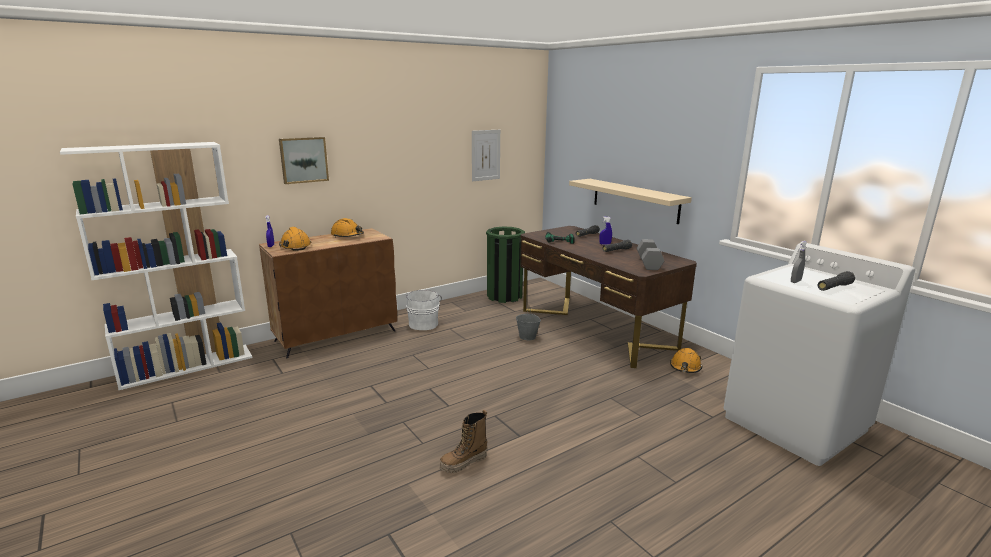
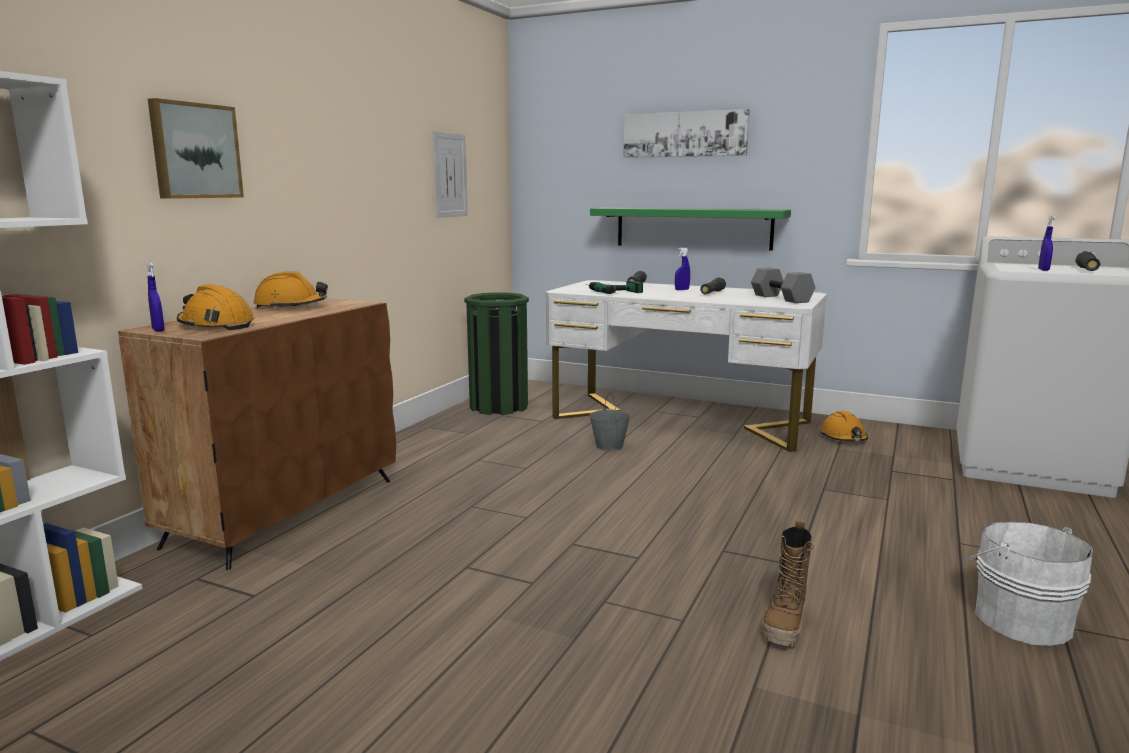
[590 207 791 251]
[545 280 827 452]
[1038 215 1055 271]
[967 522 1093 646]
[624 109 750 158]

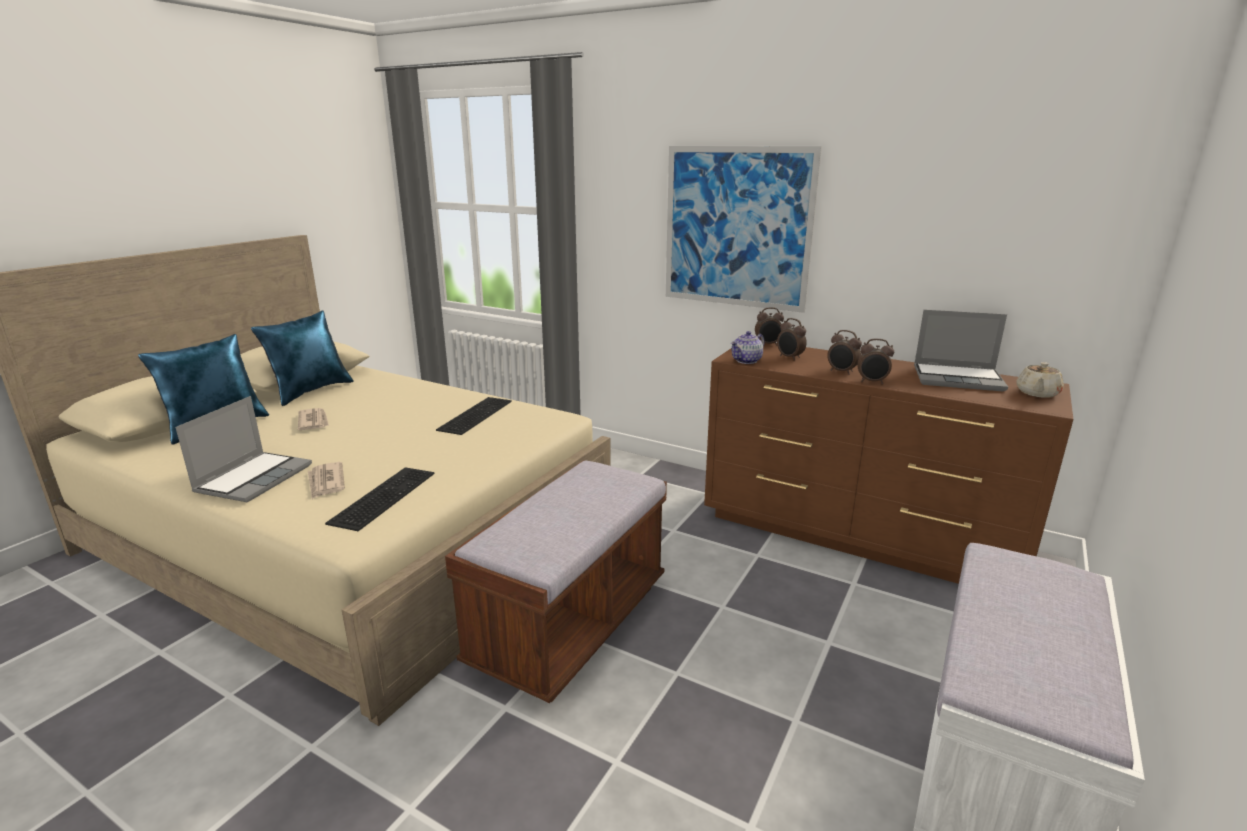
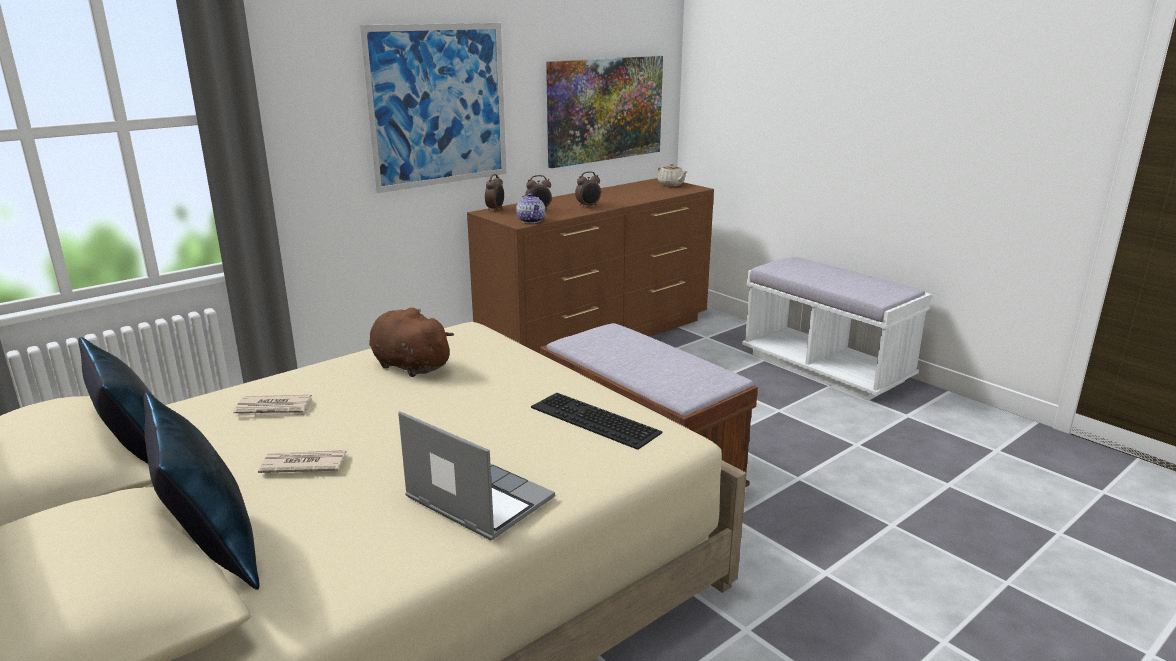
[914 310 1008 391] (first image)
[857 339 894 384] (first image)
[369 307 454 377]
[233 395 312 417]
[546 56 663 168]

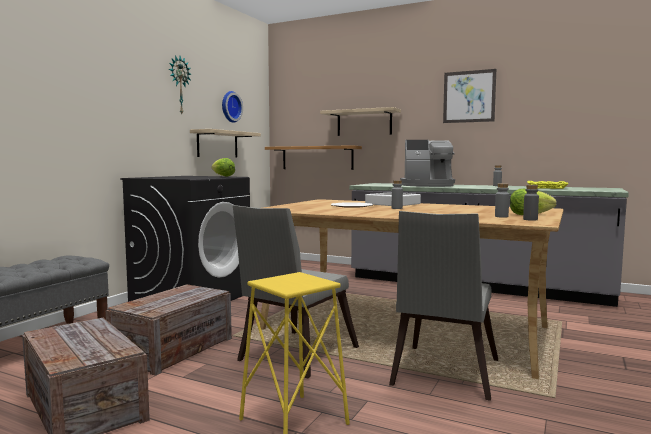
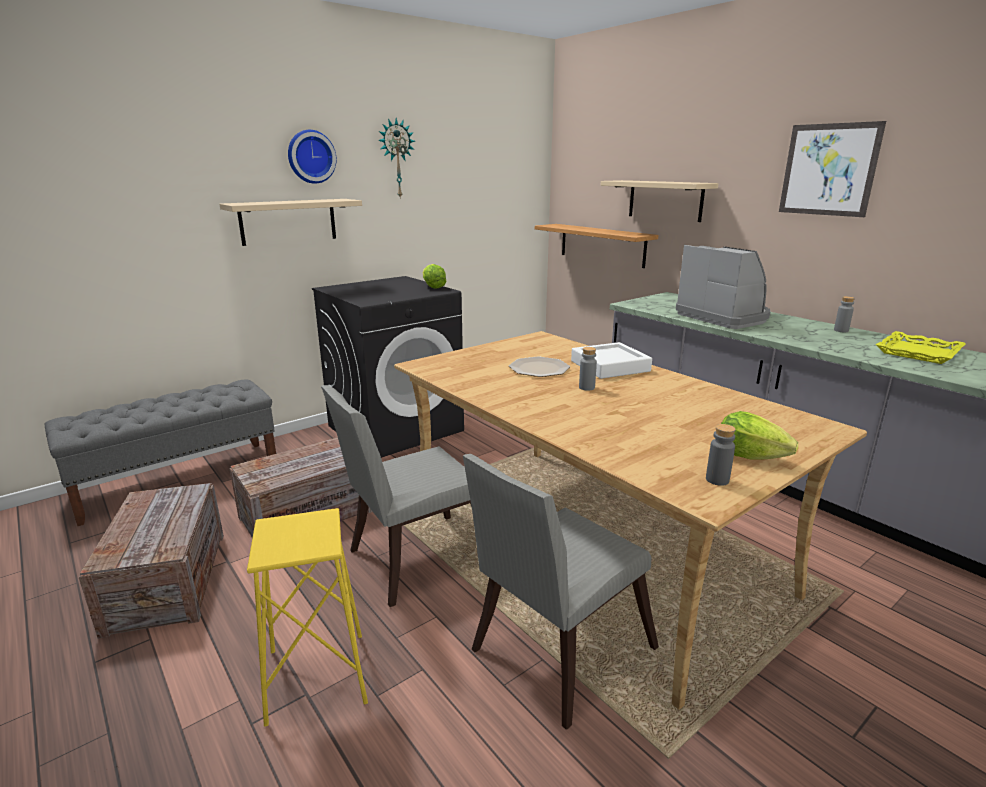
[288 130 337 184]
[220 199 362 246]
[676 245 771 329]
[495 184 509 218] (first image)

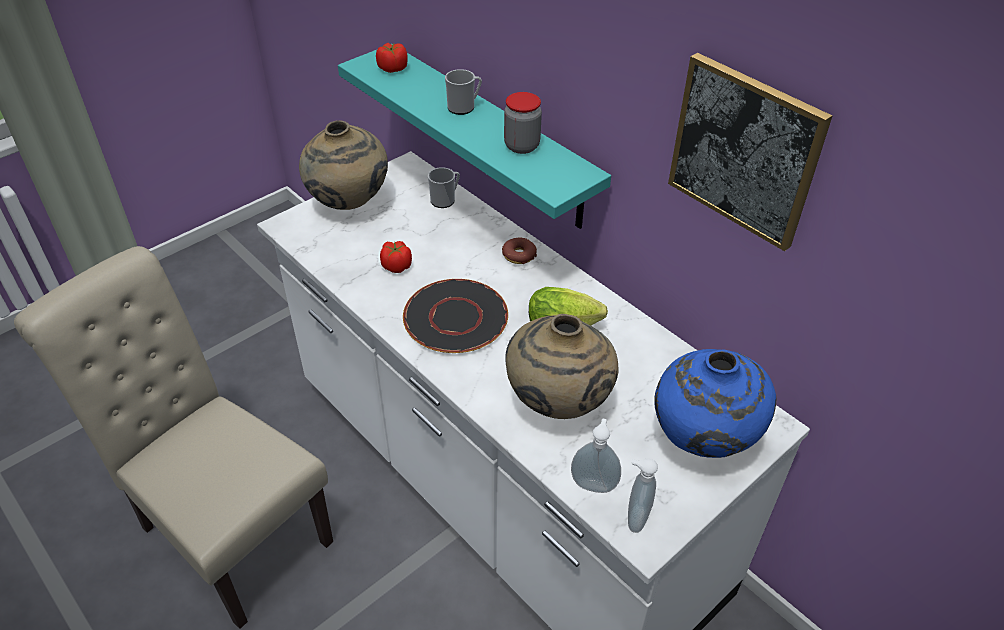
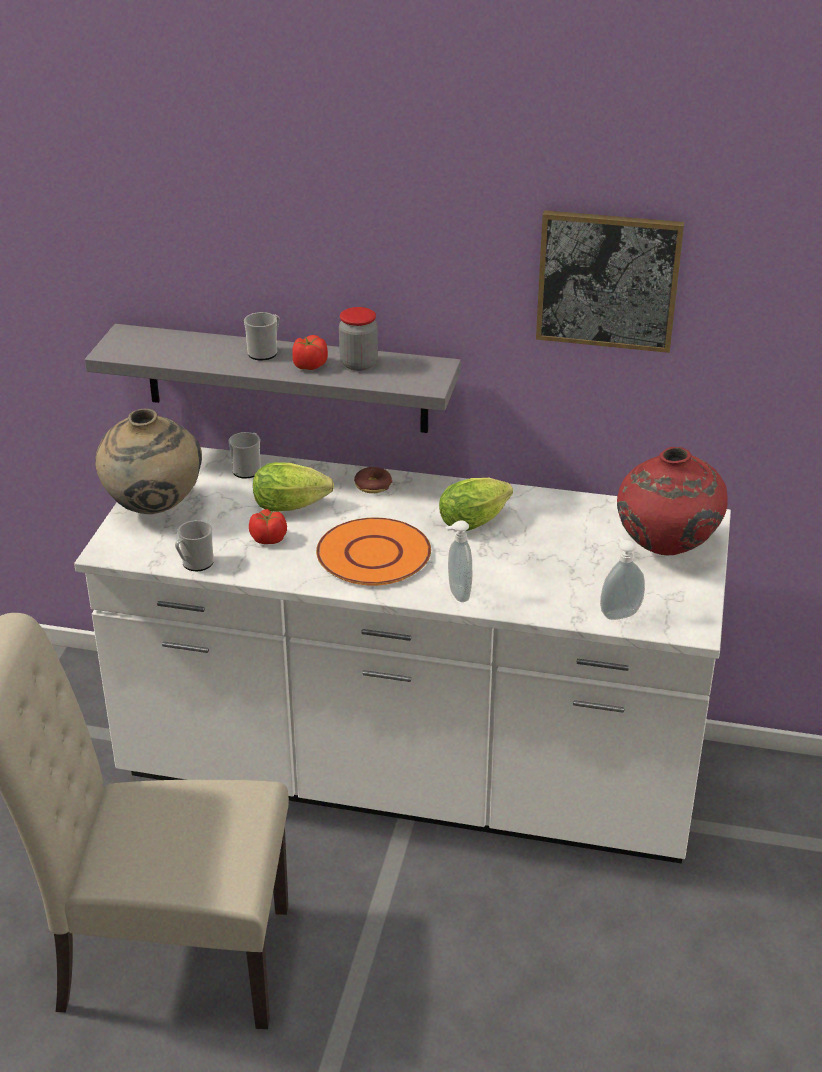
[292 335 328 370]
[85 324 461 433]
[316 518 431 586]
[505 314 618 419] (first image)
[617 447 728 555]
[446 520 472 602]
[253 462 334 511]
[175 520 214 571]

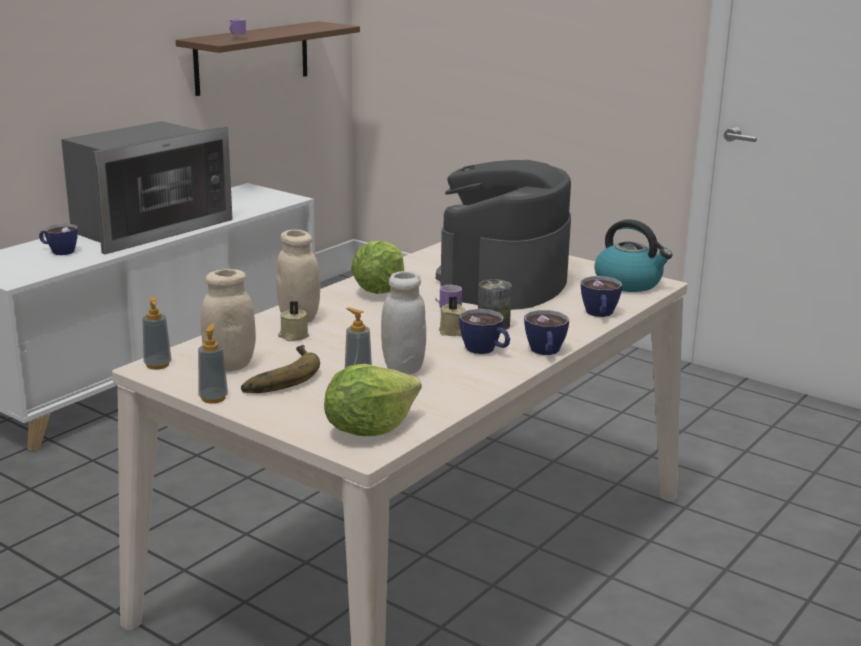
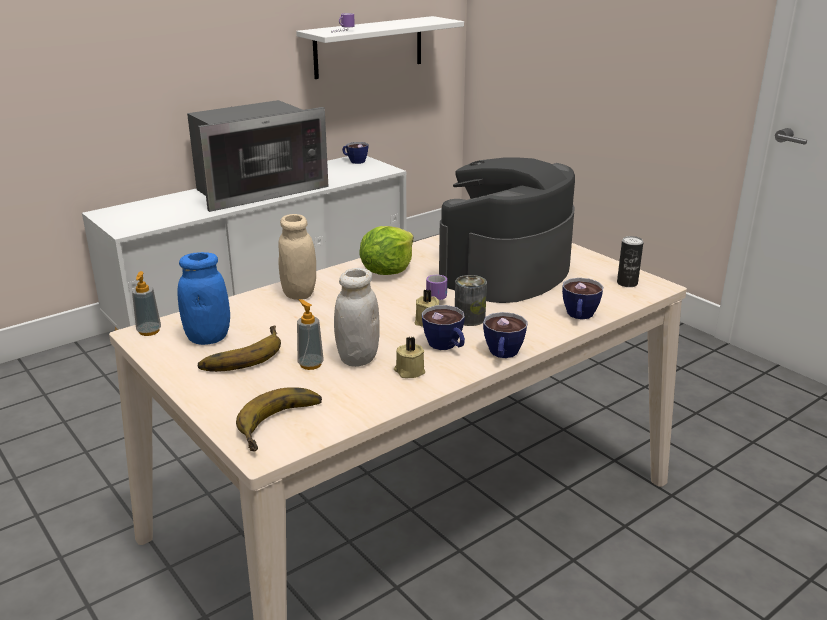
[296 16 464 79]
[617 236 643 287]
[342 142 368 164]
[177 252 230 345]
[394 337 425 378]
[198 323 228 404] (first image)
[236 387 322 451]

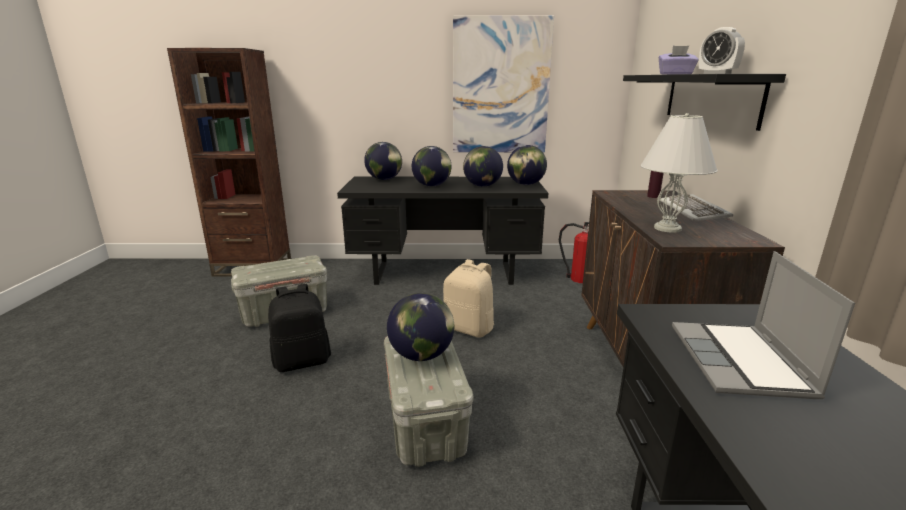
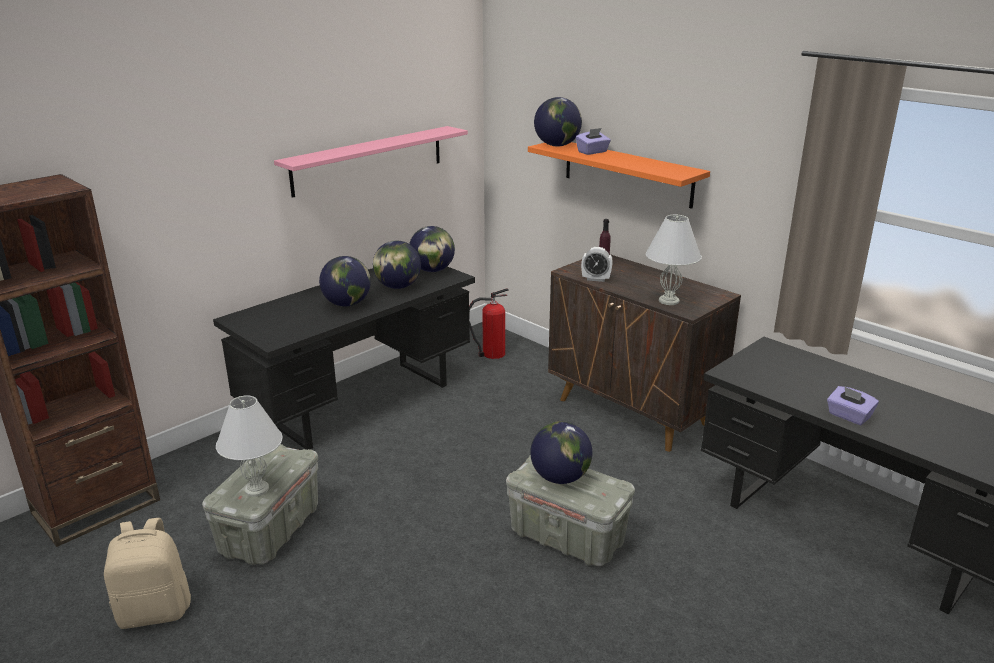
[274 126 468 198]
[581 247 613 282]
[528 142 710 209]
[534 97 582 147]
[659 194 733 221] (first image)
[672 251 855 399] (first image)
[104 518 191 629]
[268 284 331 372] (first image)
[827 386 879 425]
[216 395 282 497]

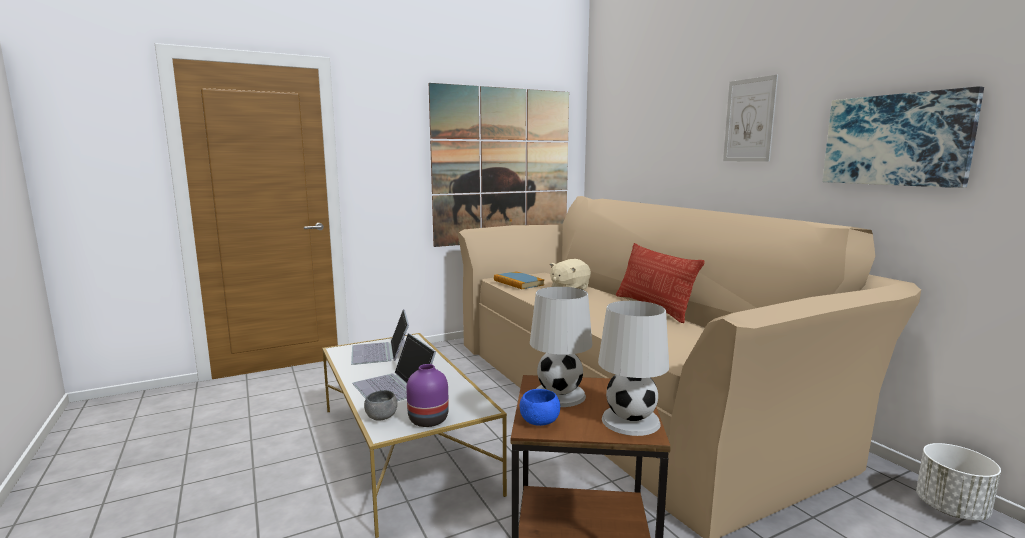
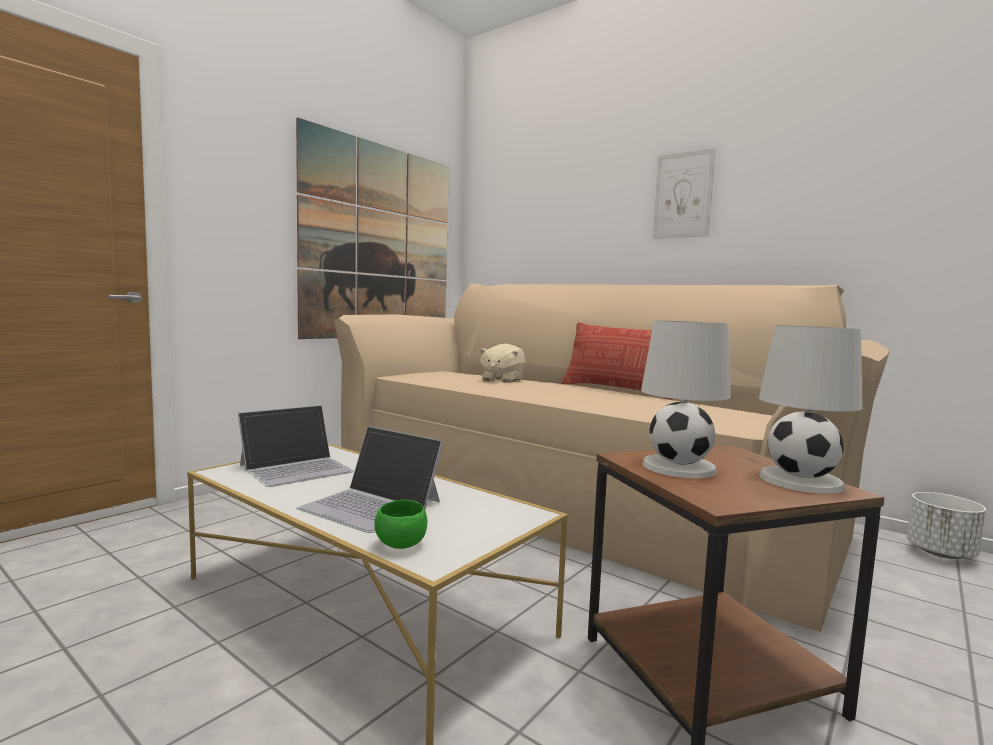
[822 86 984 188] (first image)
[494 272 544 289] (first image)
[238 405 354 487]
[406 364 449 427] (first image)
[520 389 560 426] (first image)
[374 500 428 549]

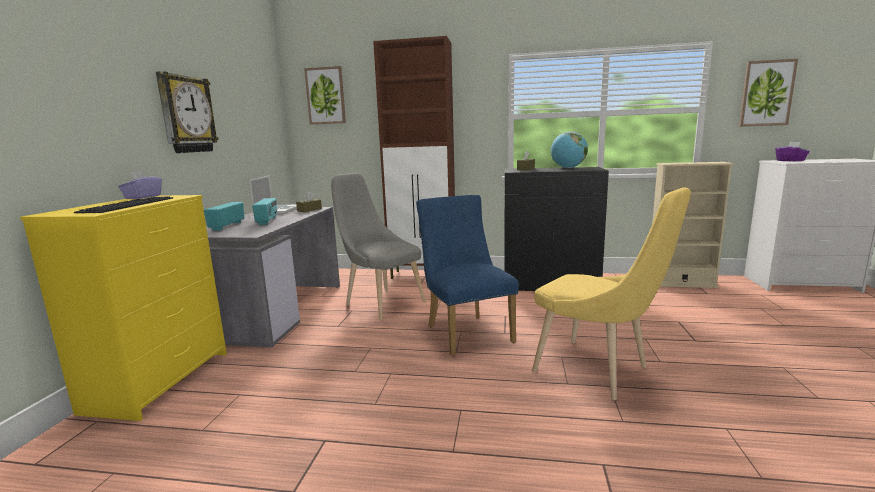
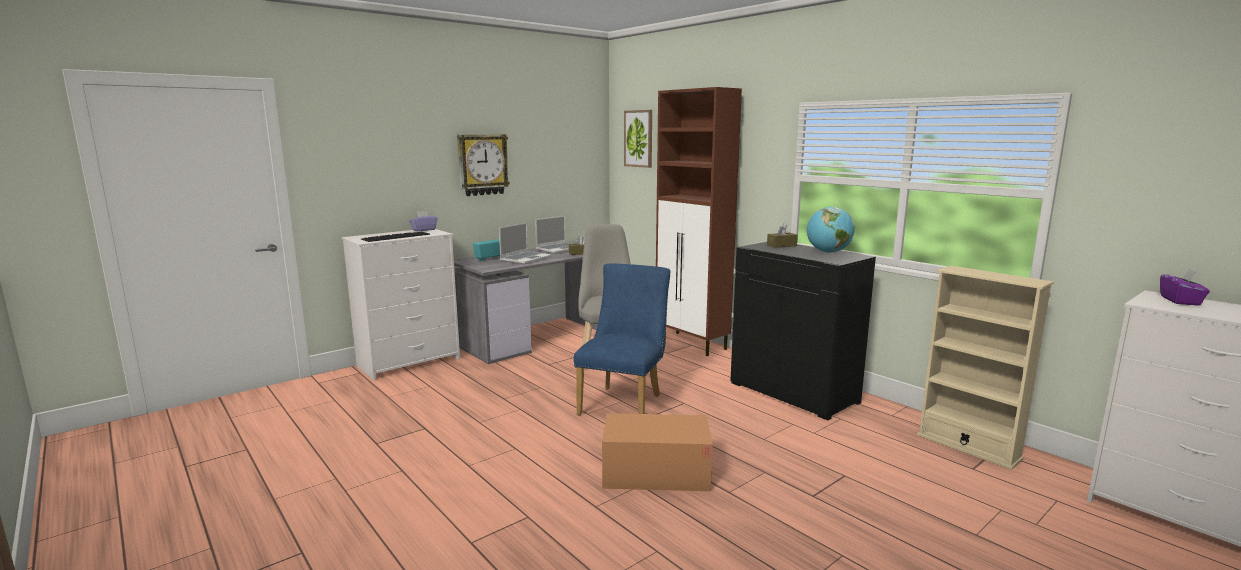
[739 59 798 127] (first image)
[602 413 713 491]
[342 229 460 380]
[499 222 551 264]

